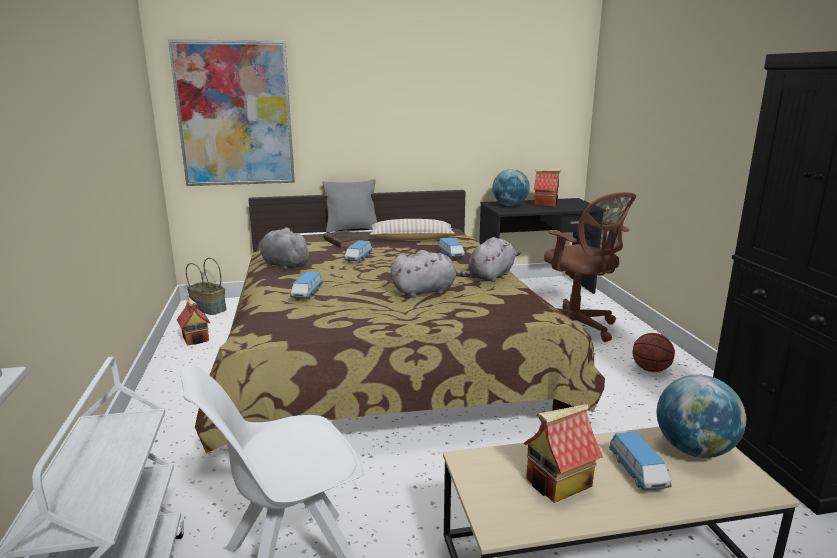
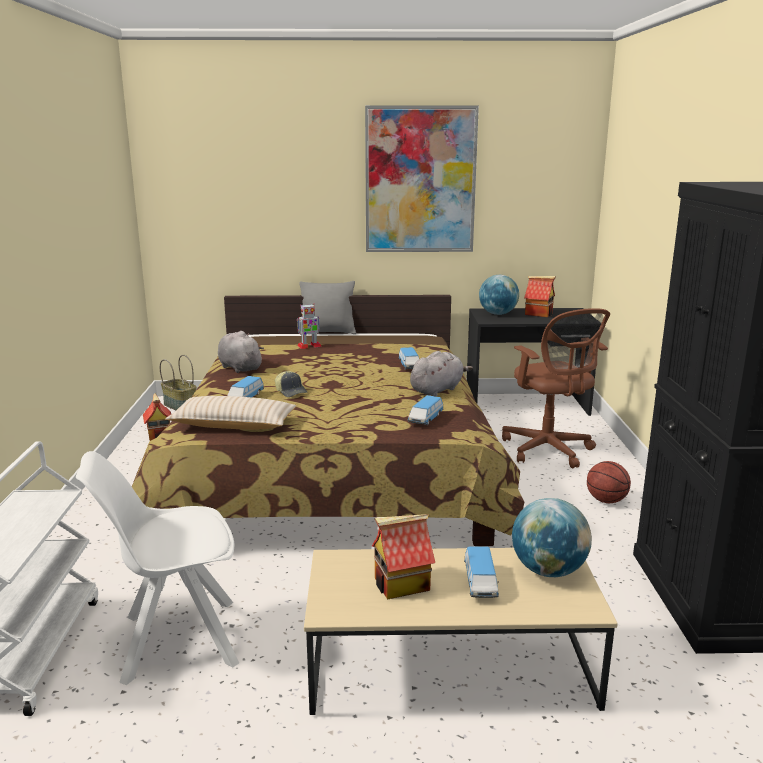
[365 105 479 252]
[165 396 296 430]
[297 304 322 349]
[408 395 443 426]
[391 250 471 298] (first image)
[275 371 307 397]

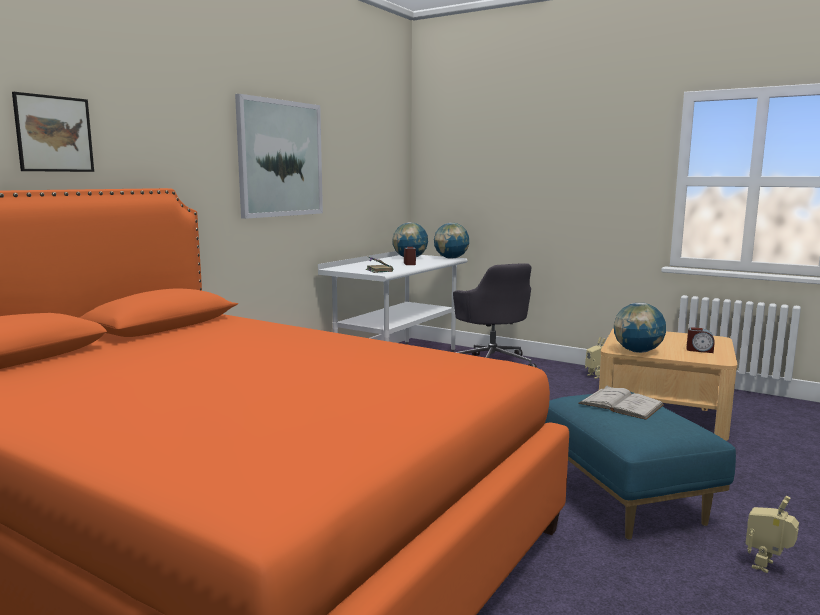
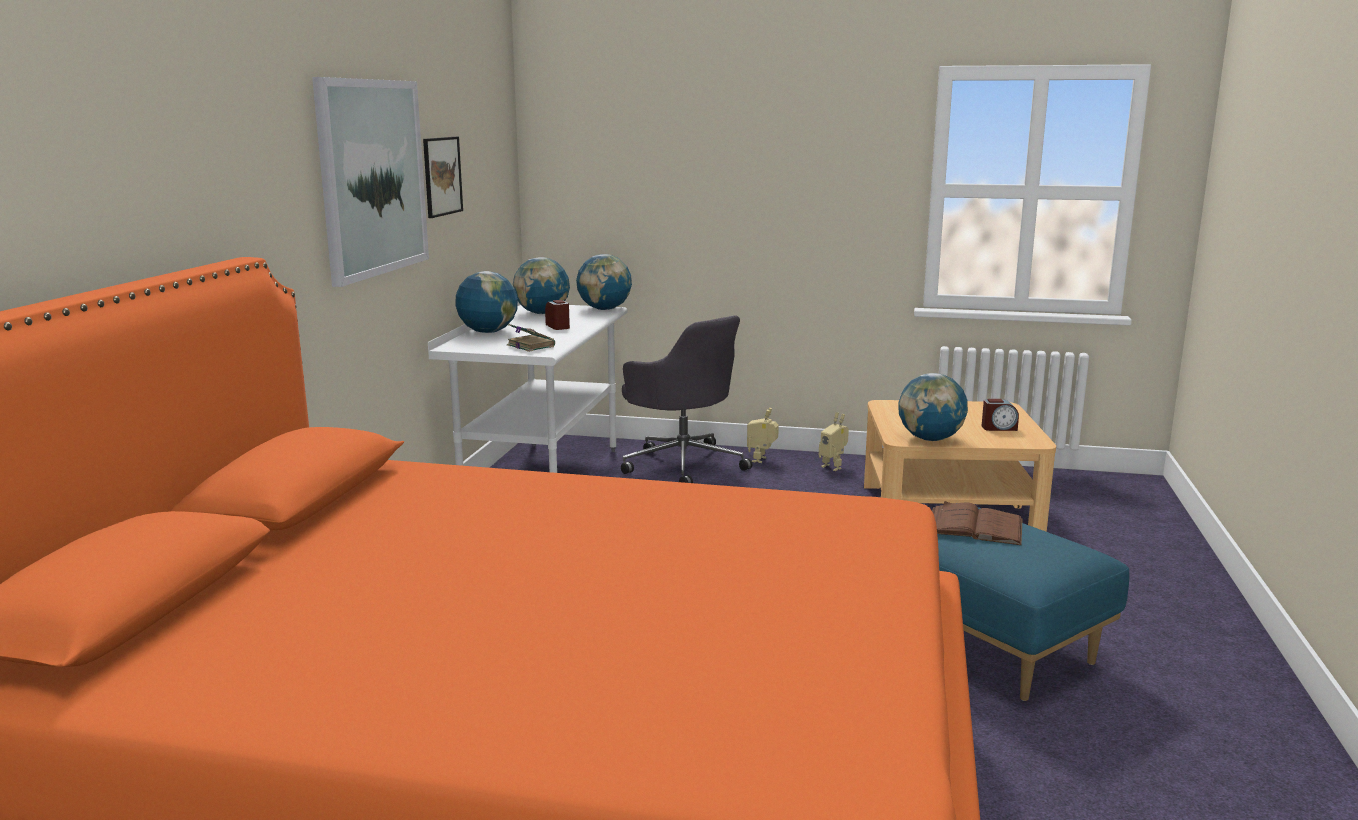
[423 137 463 218]
[932 501 1023 545]
[747 408 779 463]
[455 271 518 333]

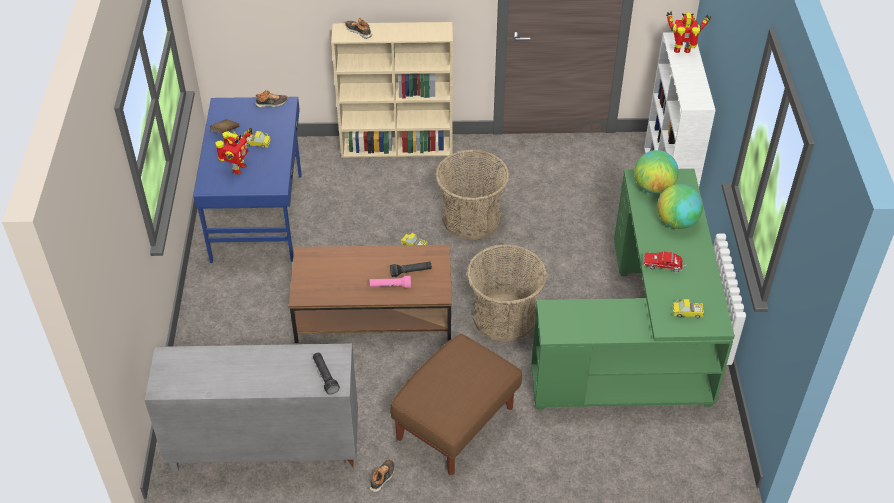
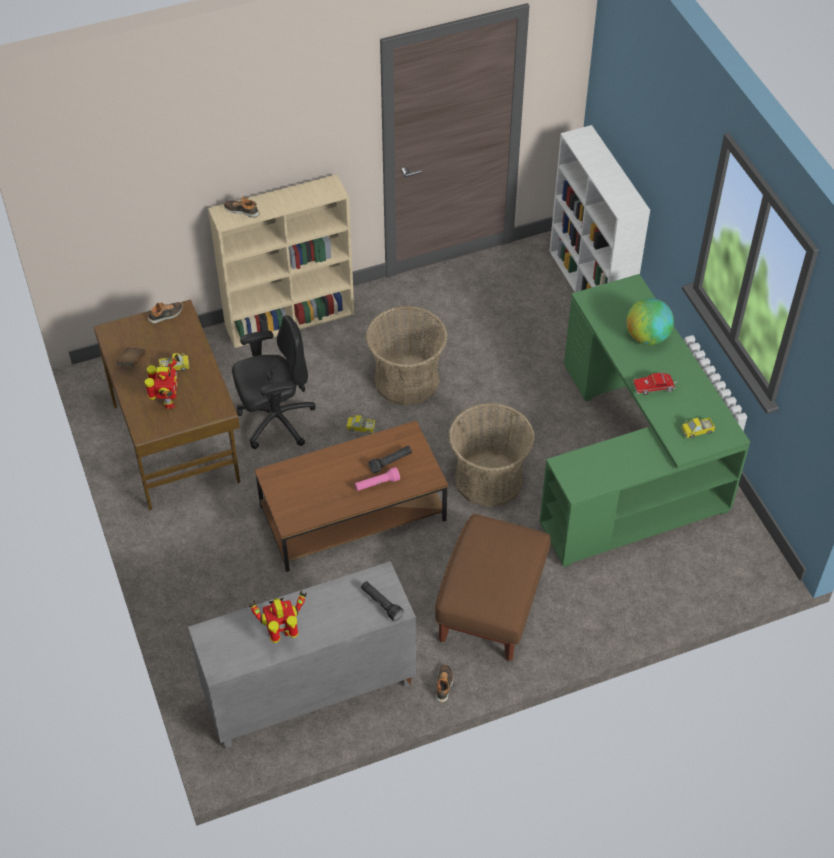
[249 591 307 643]
[94 299 241 510]
[634 150 679 194] (first image)
[232 315 316 449]

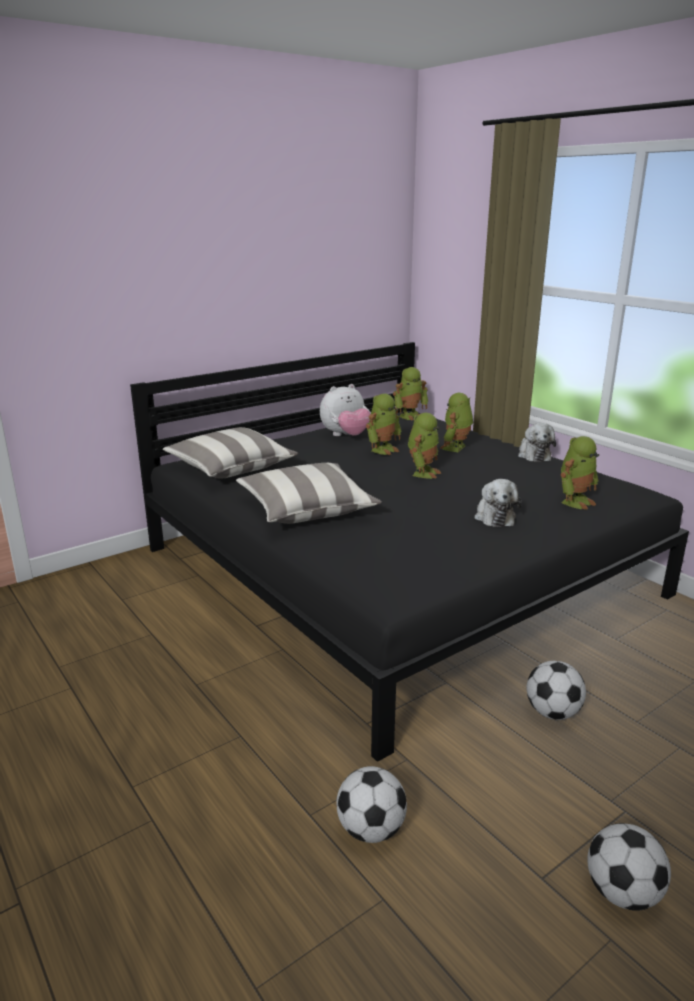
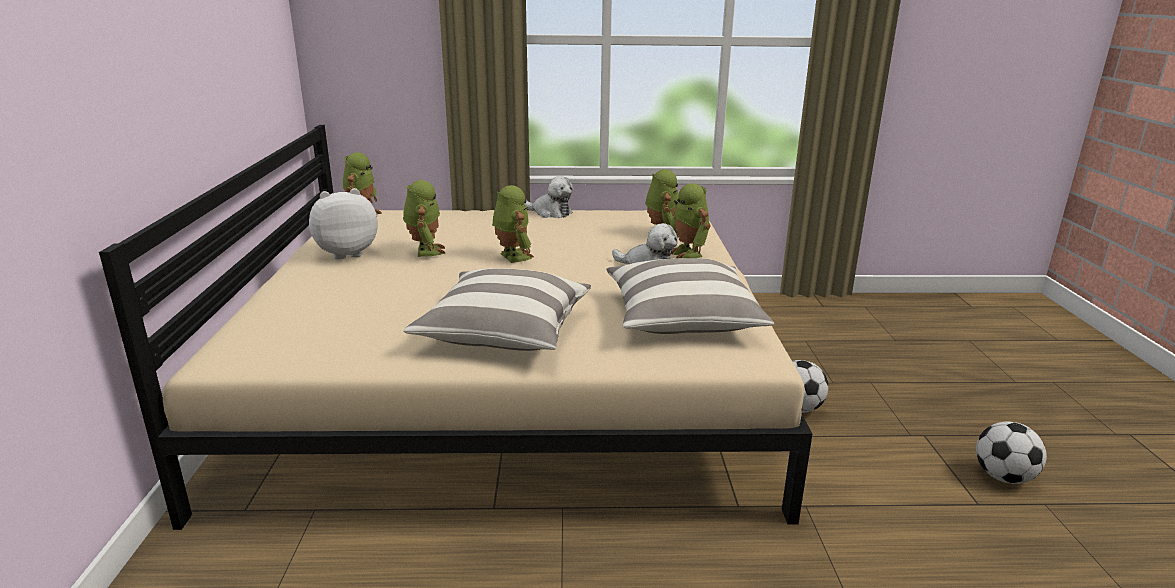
[99 125 812 530]
[309 188 378 259]
[670 183 711 258]
[607 258 774 334]
[336 766 407 843] (first image)

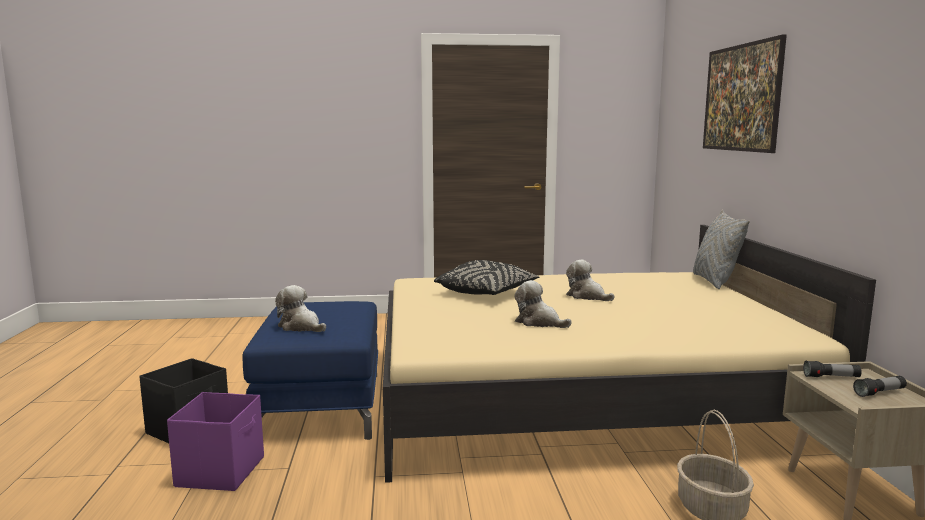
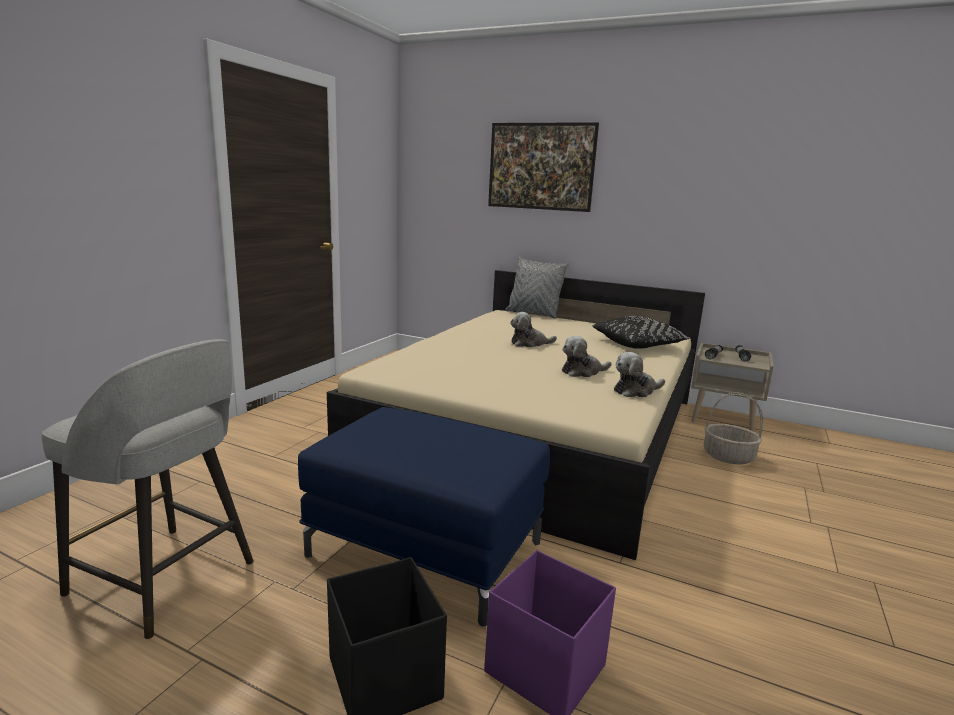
[592 316 690 349]
[614 352 665 397]
[42 339 254 639]

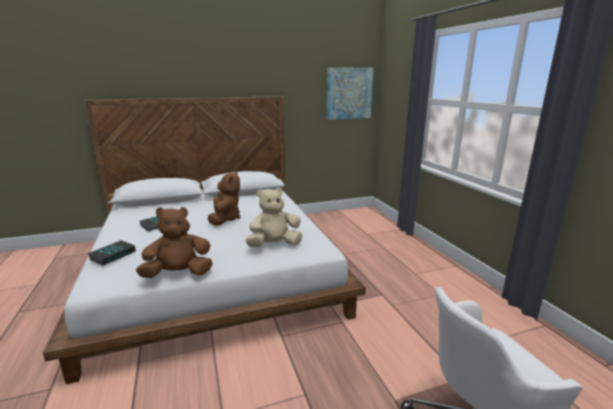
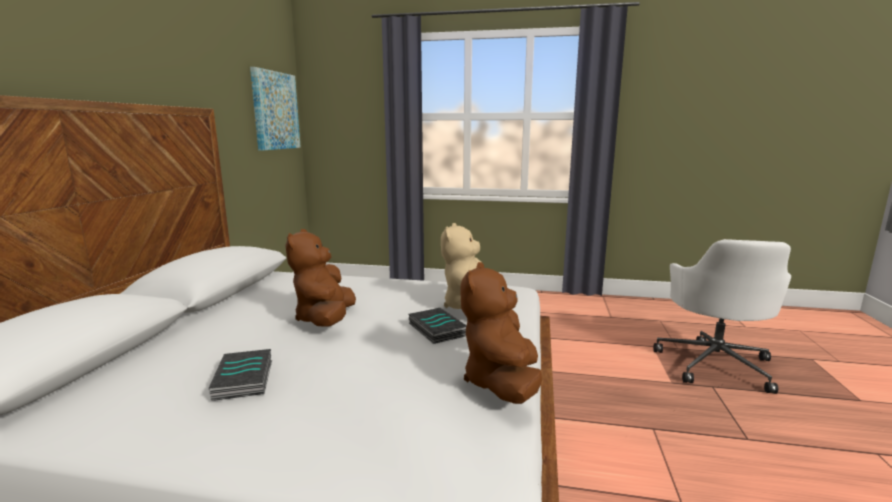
[285 229 356 327]
[409 308 467 344]

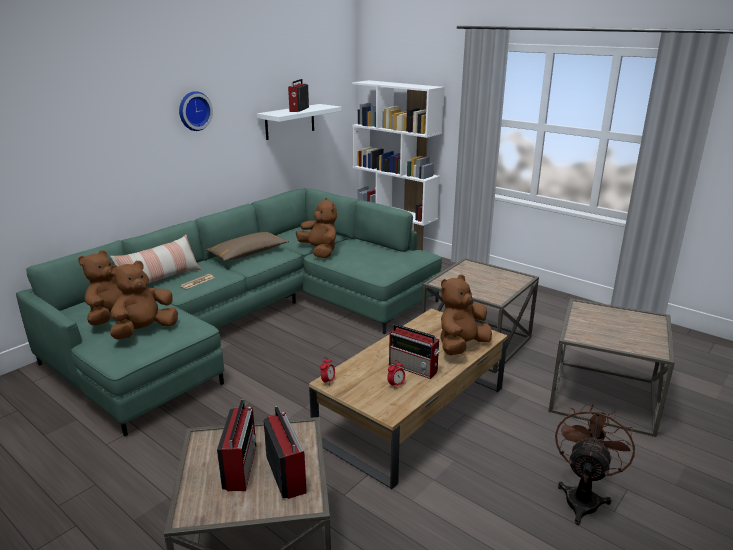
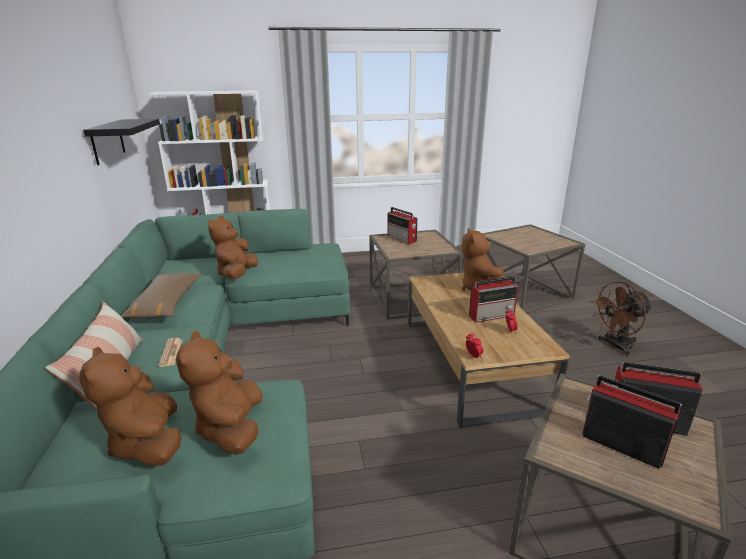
[387 207 418 244]
[179 91 213 131] (first image)
[83 119 160 165]
[208 216 258 279]
[590 282 652 357]

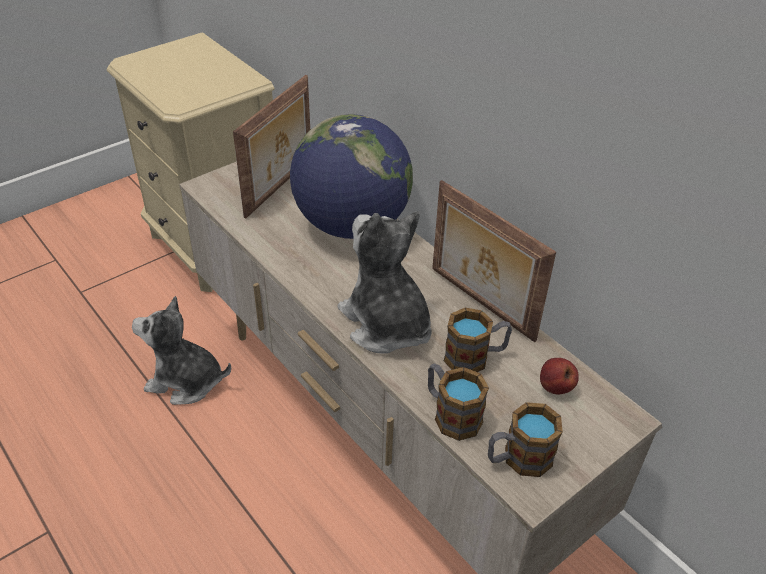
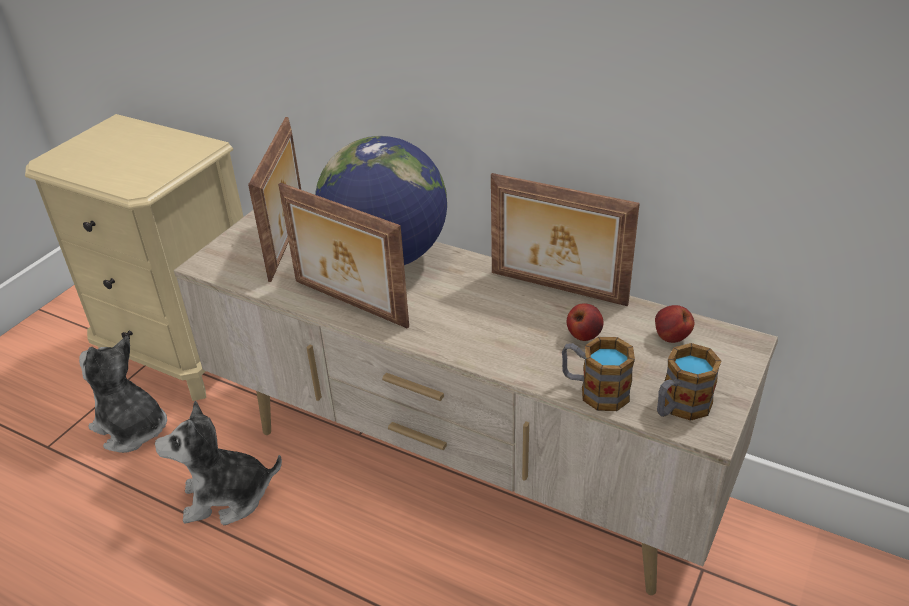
[79 336 167 453]
[567 303 603 341]
[278 182 409 329]

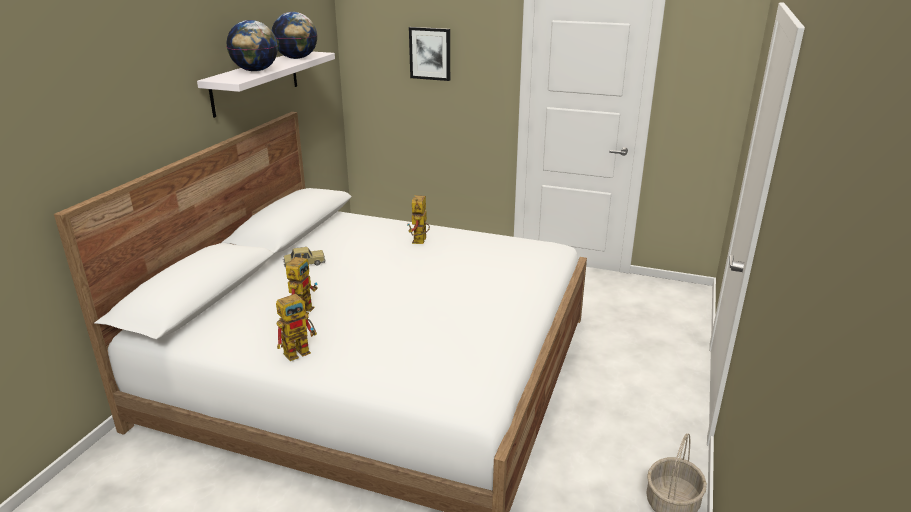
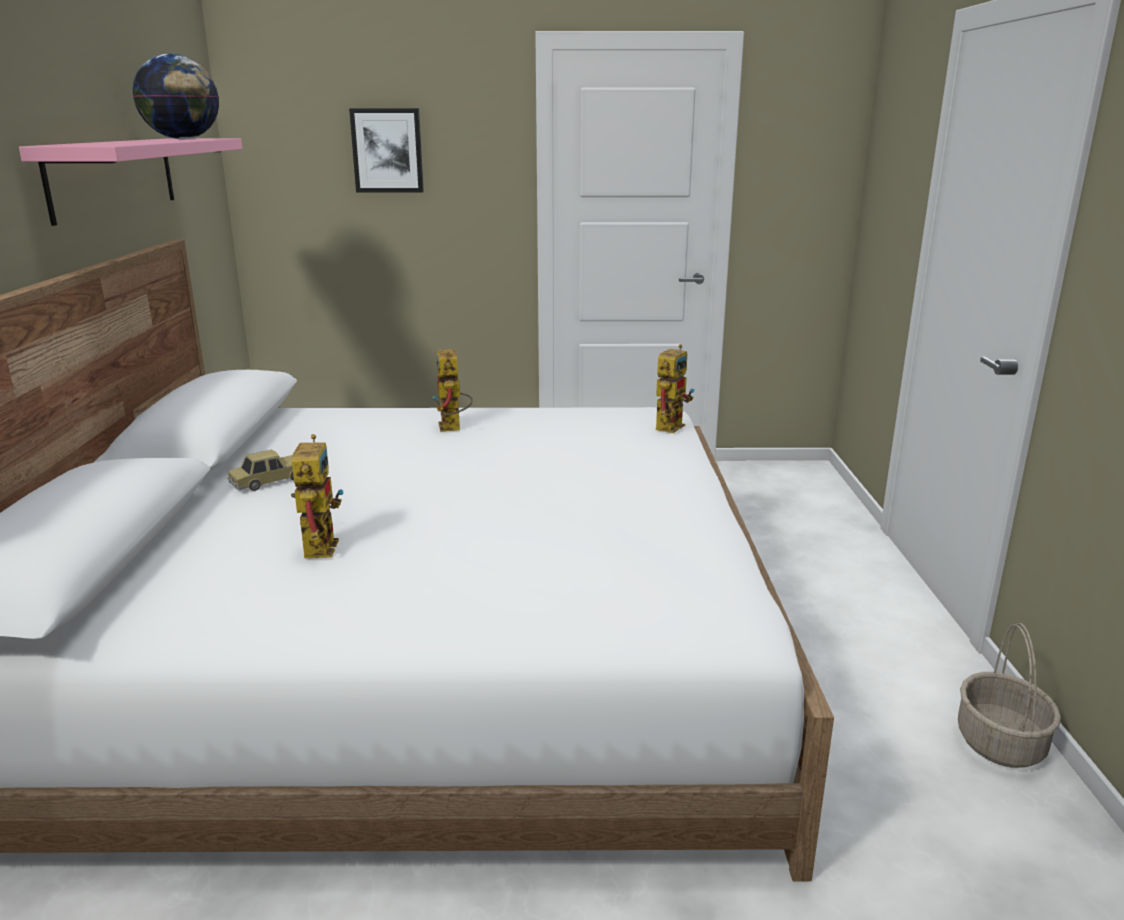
[227 20 278 72] (first image)
[19 138 242 226]
[656 344 695 433]

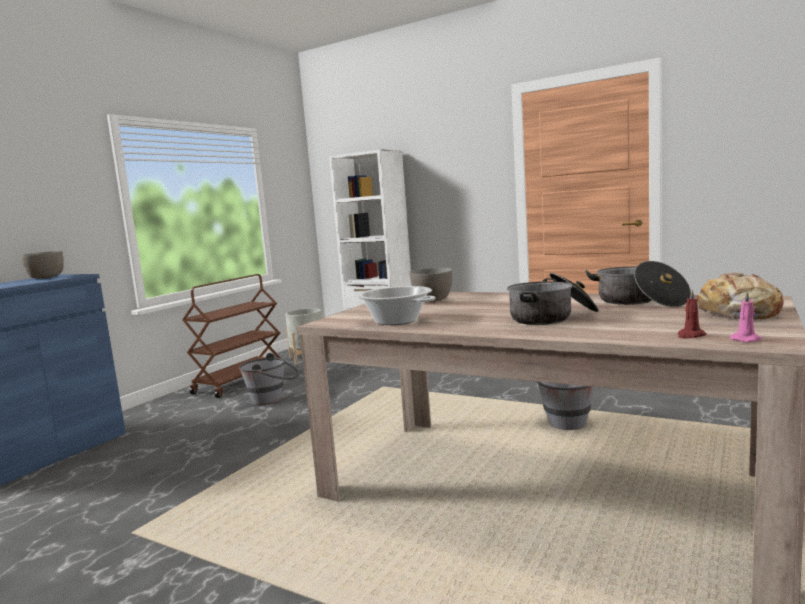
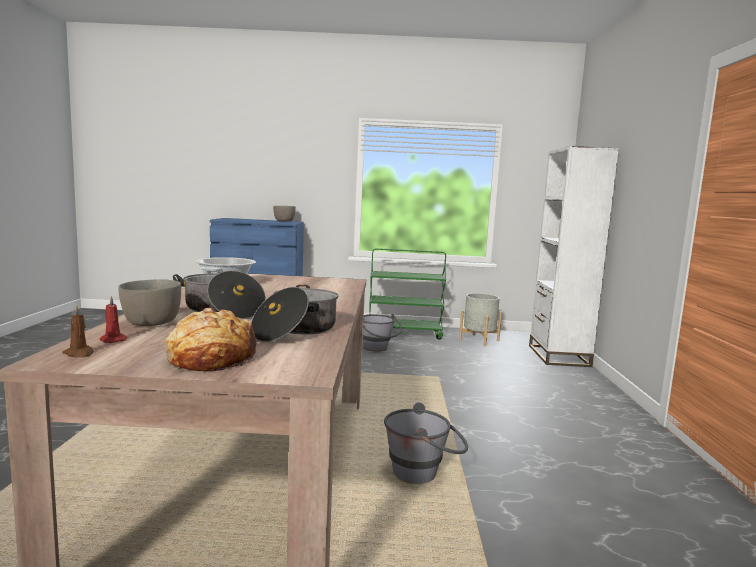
[118 279 181 326]
[369 248 446 339]
[62 305 94 358]

